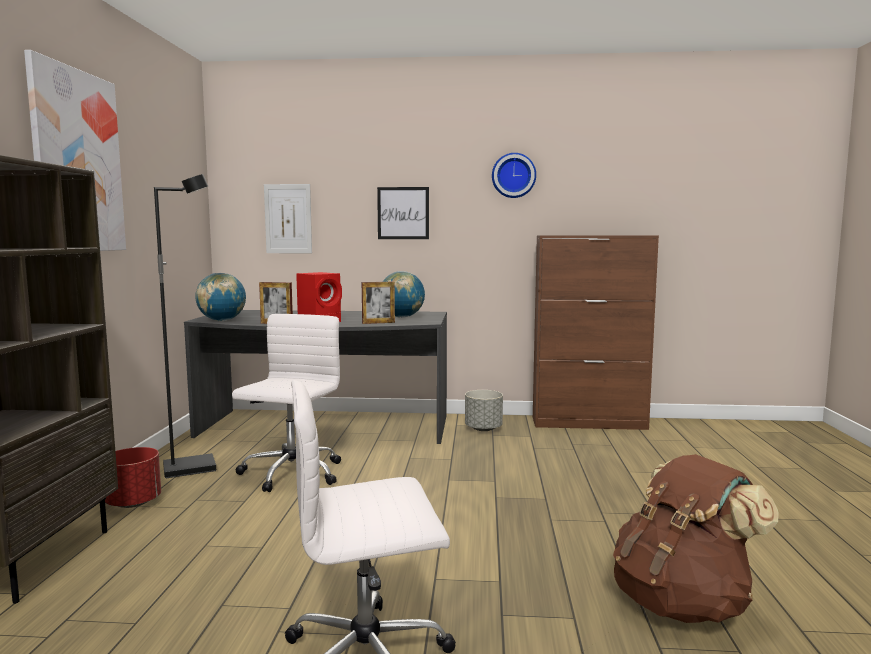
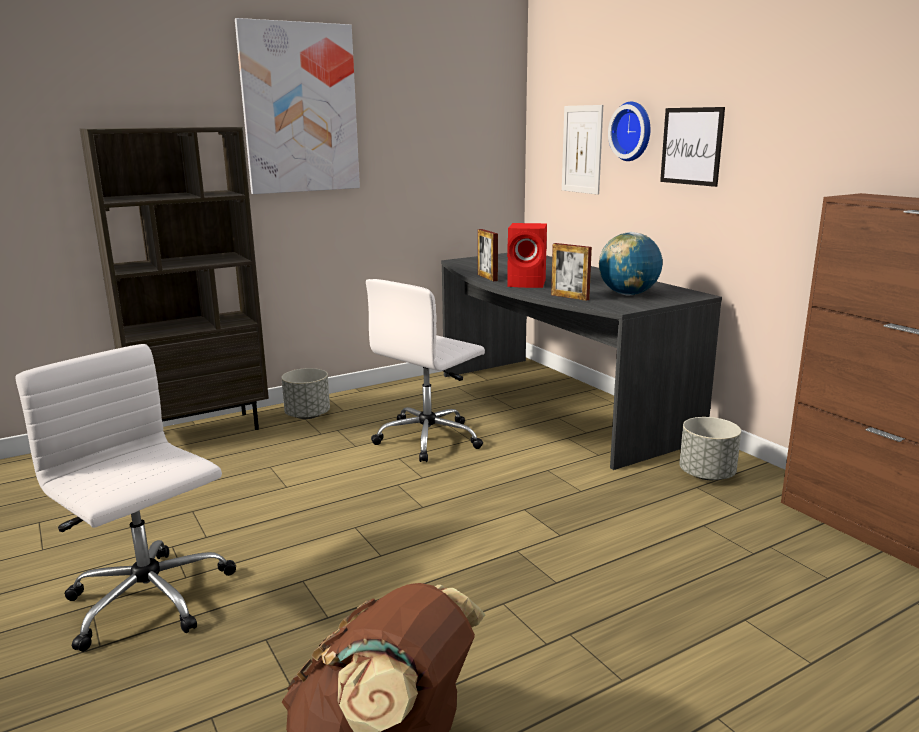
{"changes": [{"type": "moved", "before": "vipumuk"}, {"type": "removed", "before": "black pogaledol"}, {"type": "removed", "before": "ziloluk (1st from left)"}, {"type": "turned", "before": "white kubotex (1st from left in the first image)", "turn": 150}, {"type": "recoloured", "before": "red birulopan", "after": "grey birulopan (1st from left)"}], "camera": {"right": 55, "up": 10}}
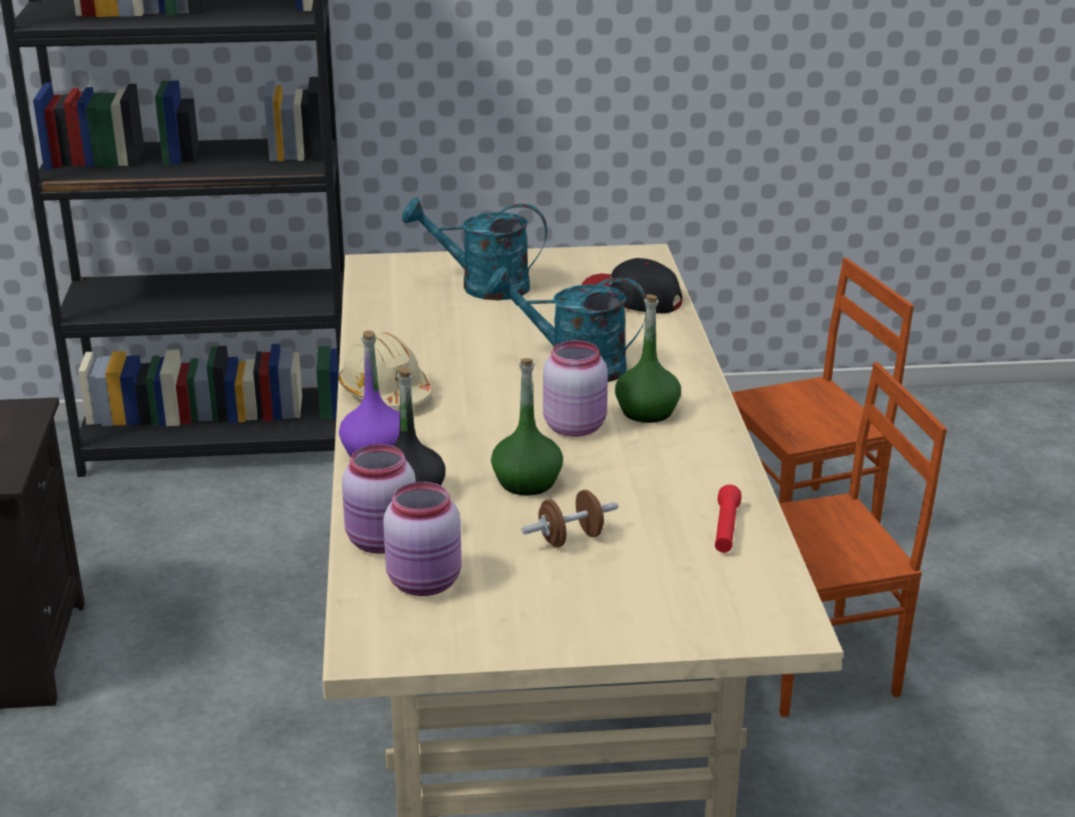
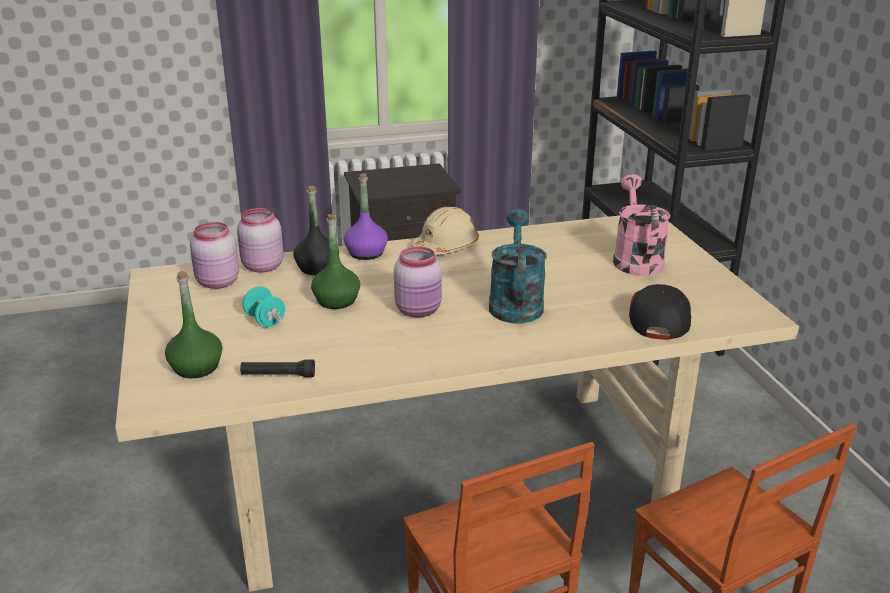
{"changes": [{"type": "recoloured", "before": "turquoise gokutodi (1st from left)", "after": "pink gokutodi"}, {"type": "moved", "before": "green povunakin (2nd from left in the first image)", "after": "green povunakin (1st from left)"}, {"type": "recoloured", "before": "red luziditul", "after": "black luziditul"}, {"type": "recoloured", "before": "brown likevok", "after": "turquoise likevok"}], "camera": {"right": 80, "up": 0}}
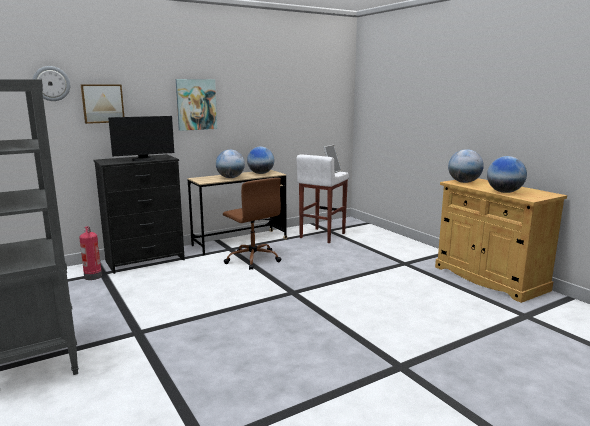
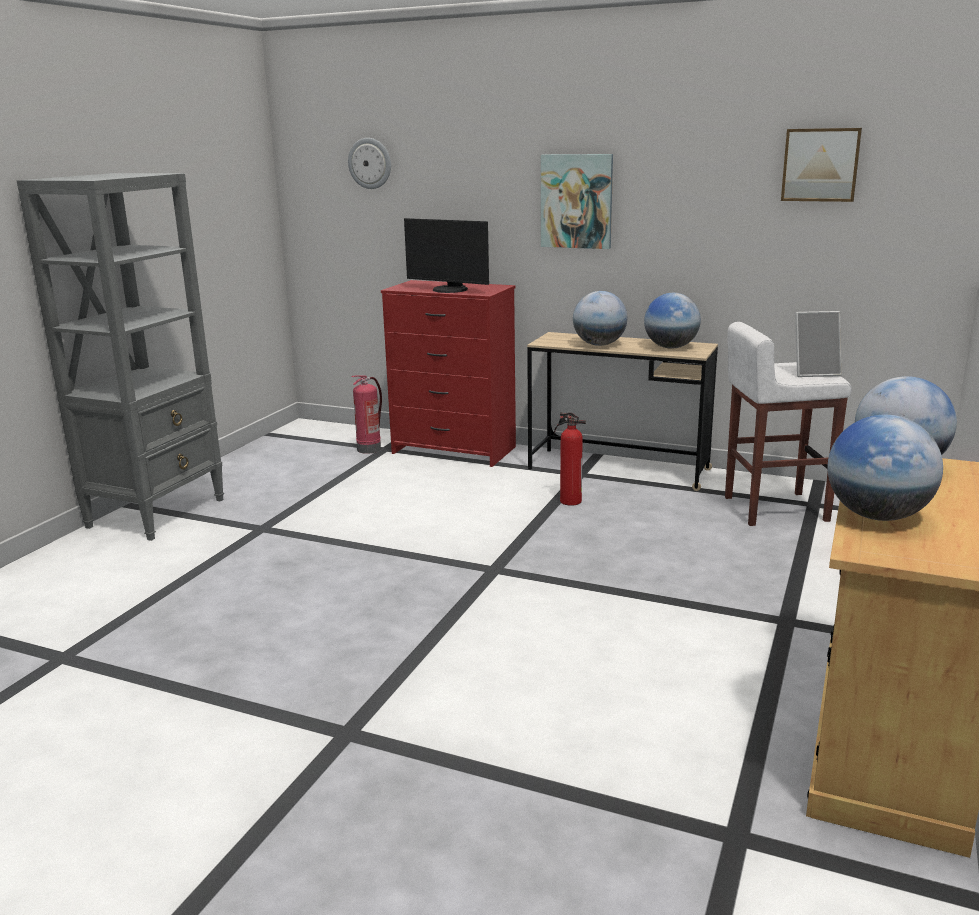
{"changes": [{"type": "moved", "before": "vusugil (1st from left in the first image)", "after": "vusugil (2nd from left)"}, {"type": "recoloured", "before": "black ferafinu", "after": "red ferafinu"}, {"type": "replaced", "before": "brown kubotex", "after": "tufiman (2nd from left)"}], "camera": {"right": 55, "up": 5}}
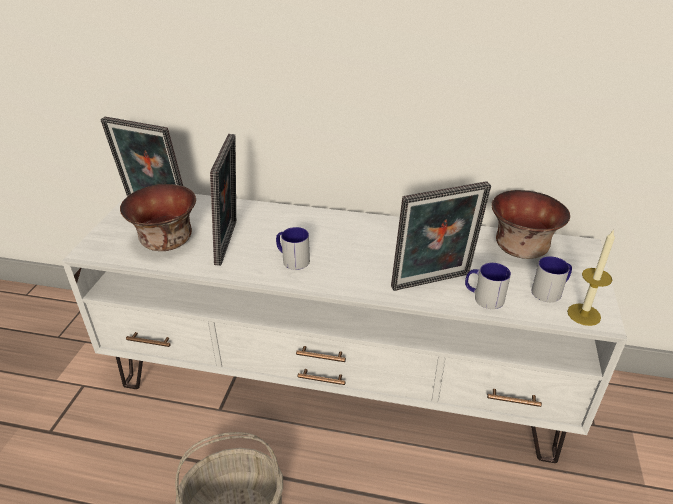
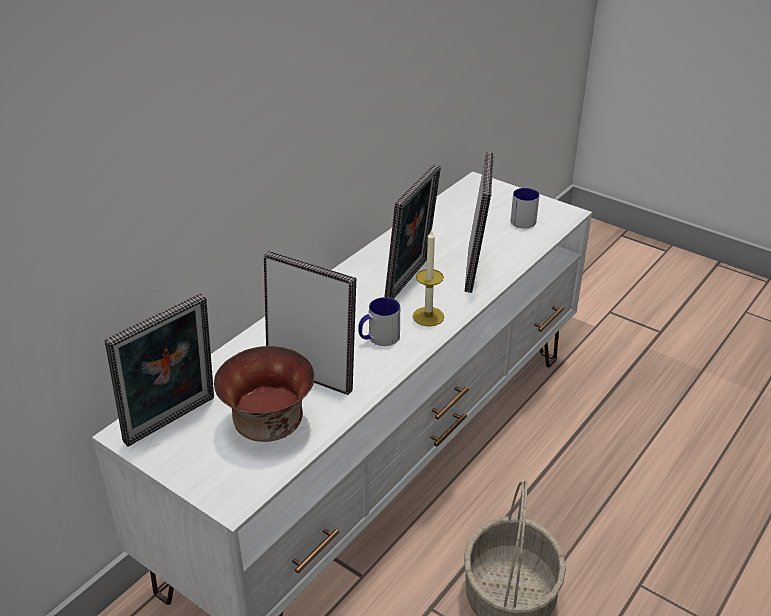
{"changes": [{"type": "removed", "before": "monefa (2nd from left)"}, {"type": "moved", "before": "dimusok"}, {"type": "removed", "before": "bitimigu (2nd from left)"}, {"type": "added", "after": "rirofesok (3rd from left)"}], "camera": {"right": -65, "up": 0}}
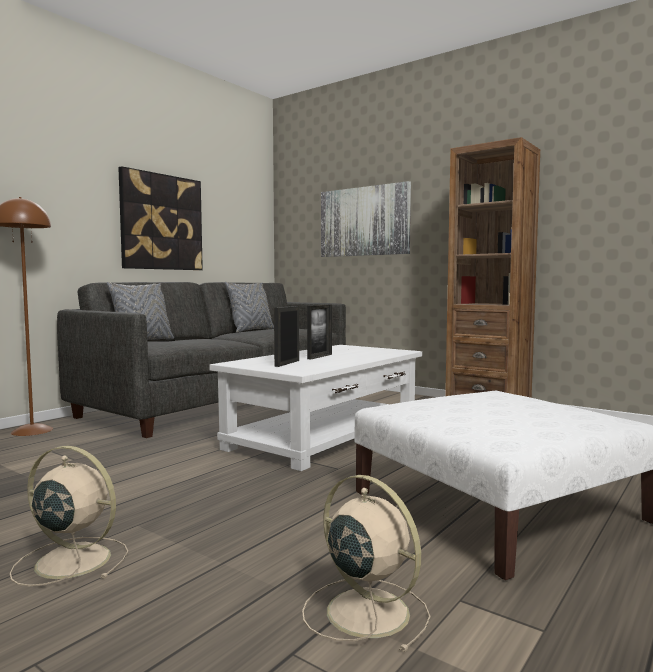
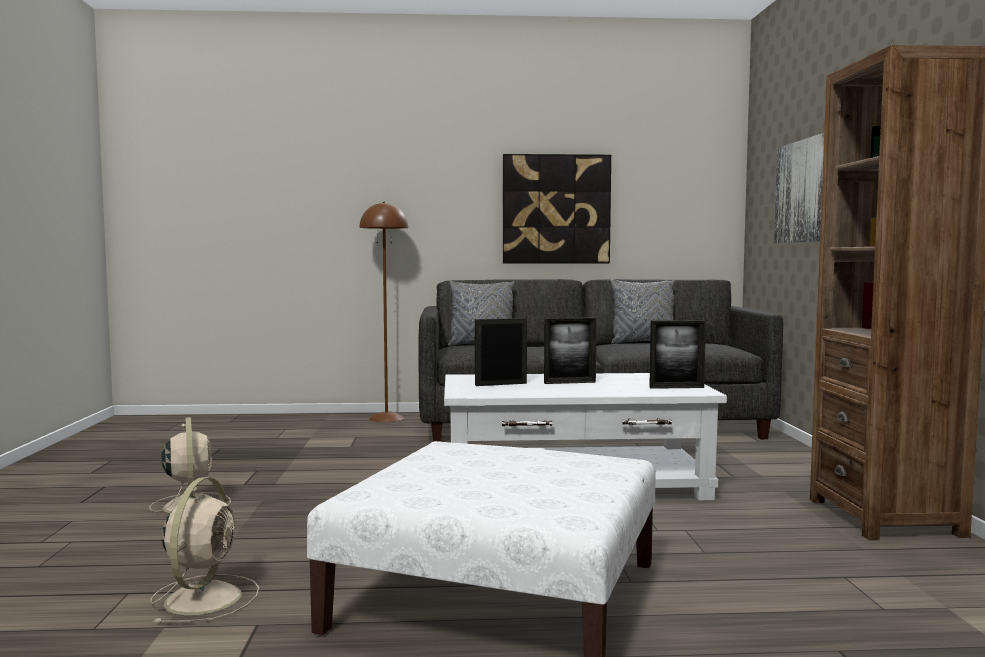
{"changes": [{"type": "added", "after": "rirofesok (3rd from left)"}], "camera": {"right": 50, "up": 0}}
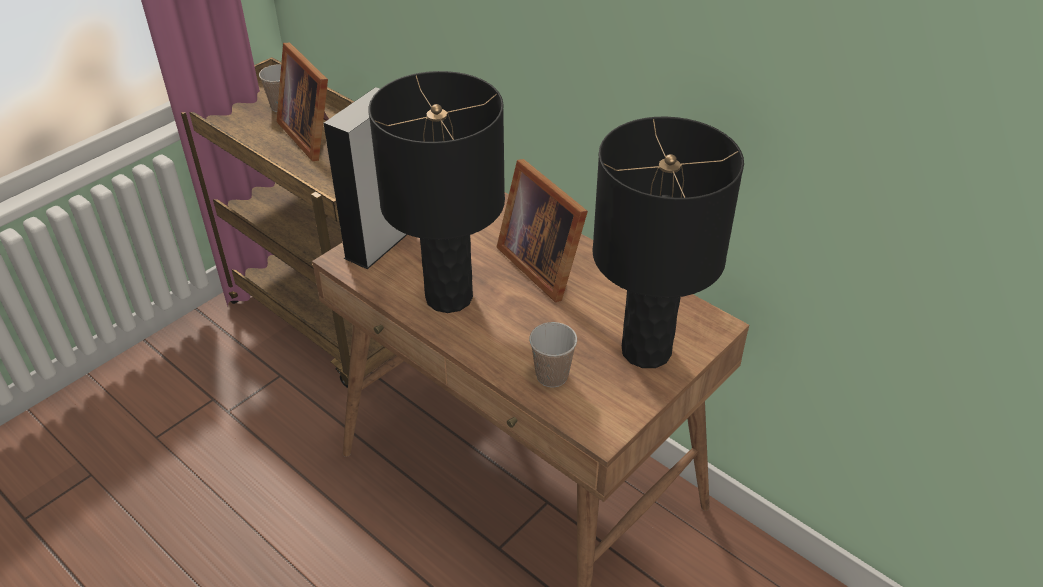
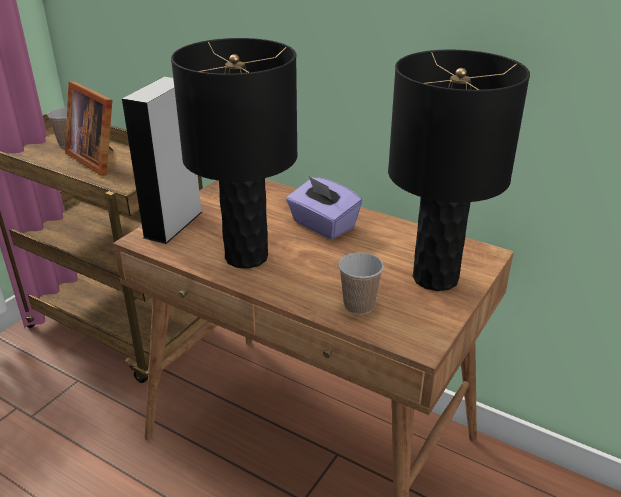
{"changes": [{"type": "replaced", "before": "rirofesok (2nd from left)", "after": "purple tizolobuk"}], "camera": {"right": -10, "up": -10}}
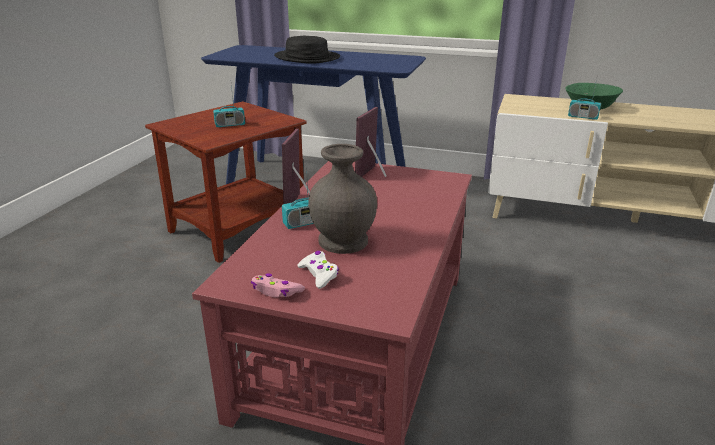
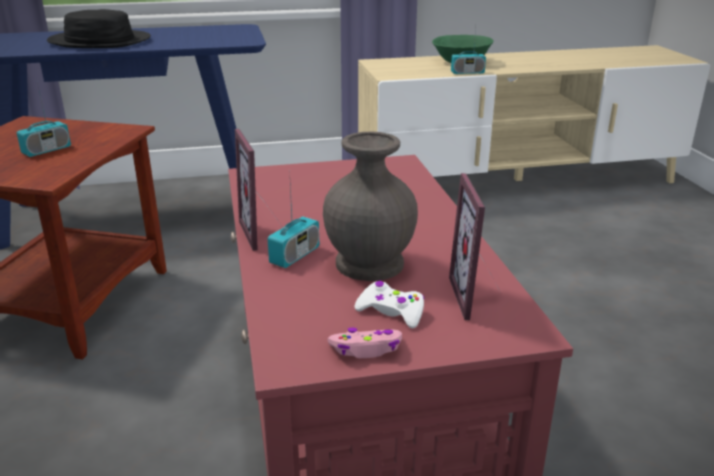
{"changes": [{"type": "moved", "before": "rirofesok (2nd from left)"}], "camera": {"right": -30, "up": 0}}
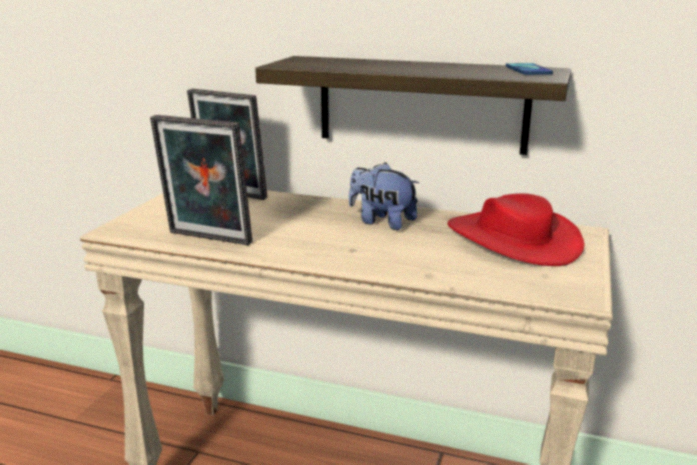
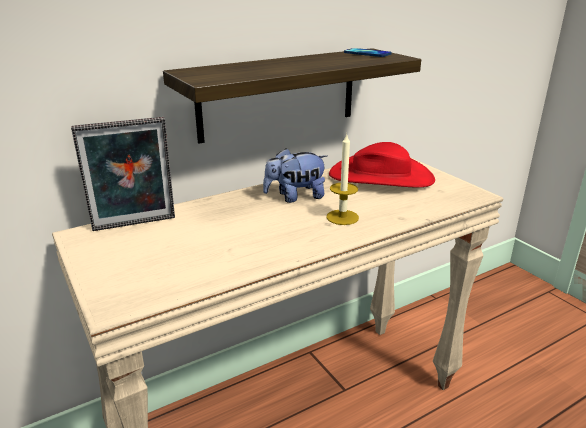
{"changes": [{"type": "removed", "before": "rirofesok (1st from left)"}, {"type": "added", "after": "dimusok"}], "camera": {"right": -50, "up": 5}}
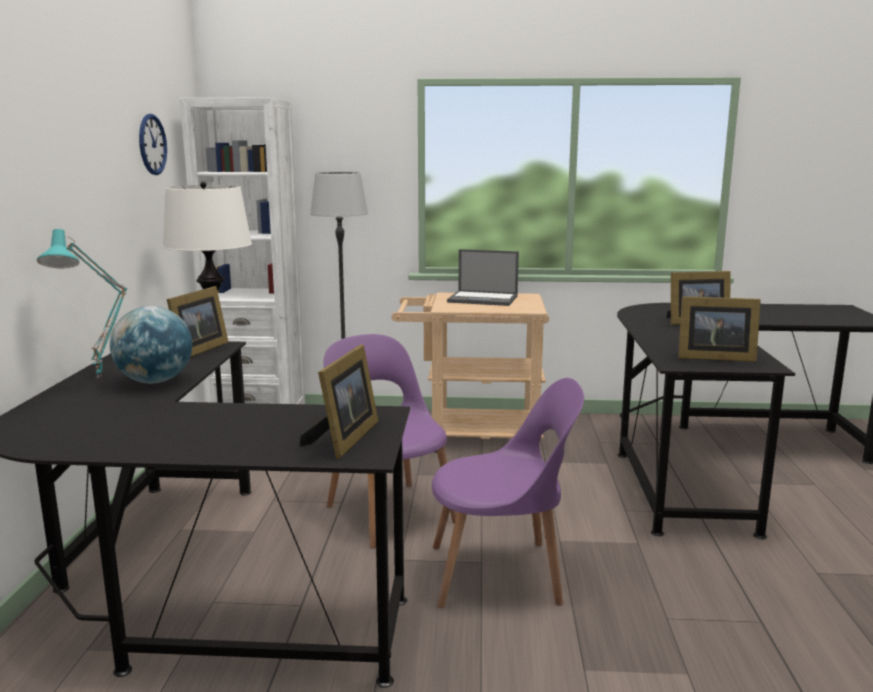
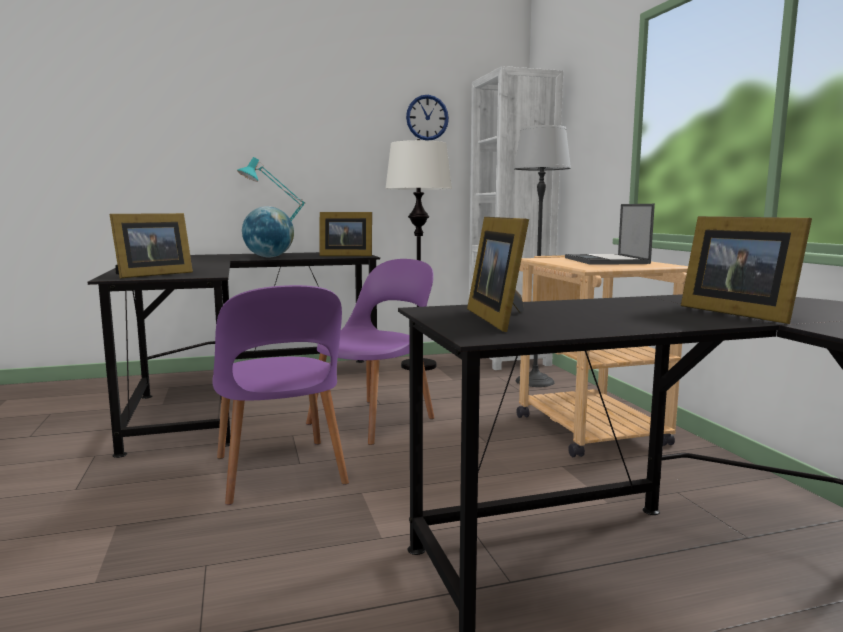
{"changes": [{"type": "turned", "before": "rirofesok (2nd from left in the first image)", "turn": -45}], "camera": {"right": 70, "up": -5}}
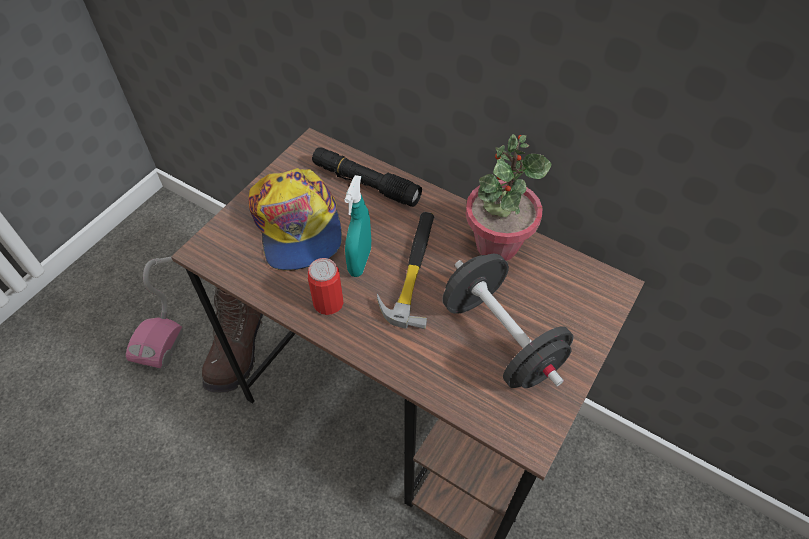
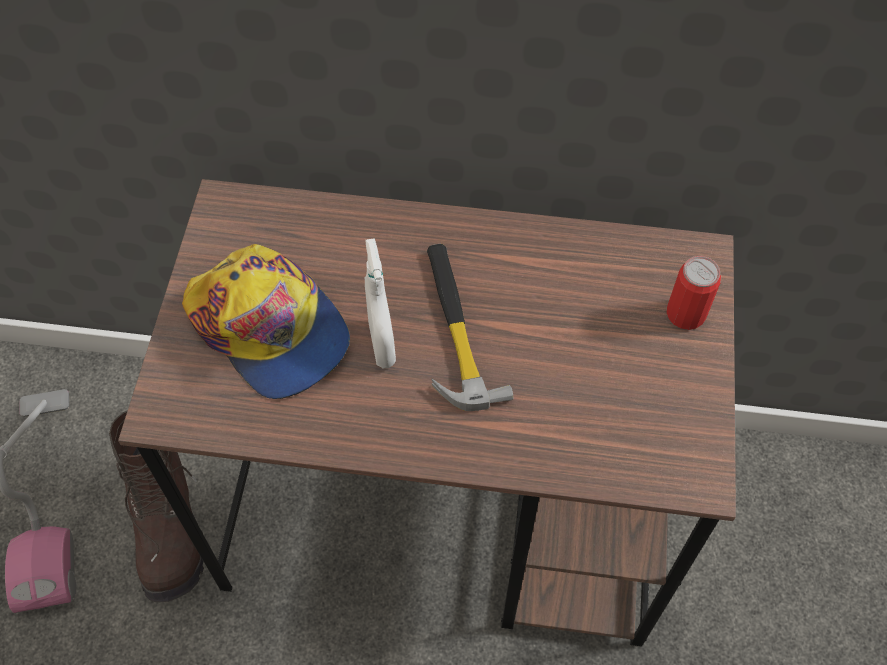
{"changes": [{"type": "removed", "before": "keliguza"}, {"type": "removed", "before": "black luziditul"}, {"type": "recoloured", "before": "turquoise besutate", "after": "white besutate"}, {"type": "removed", "before": "black likevok"}, {"type": "moved", "before": "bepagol"}], "camera": {"right": -25, "up": 5}}
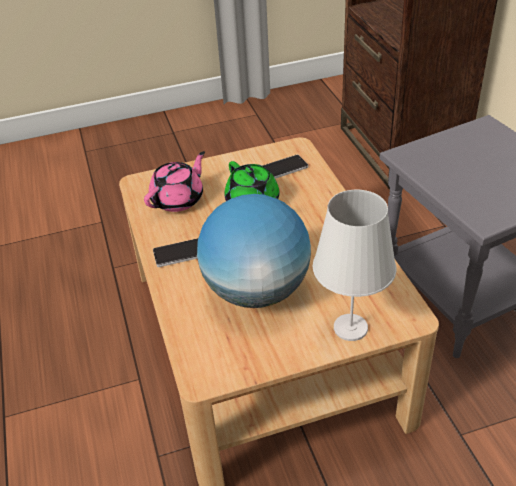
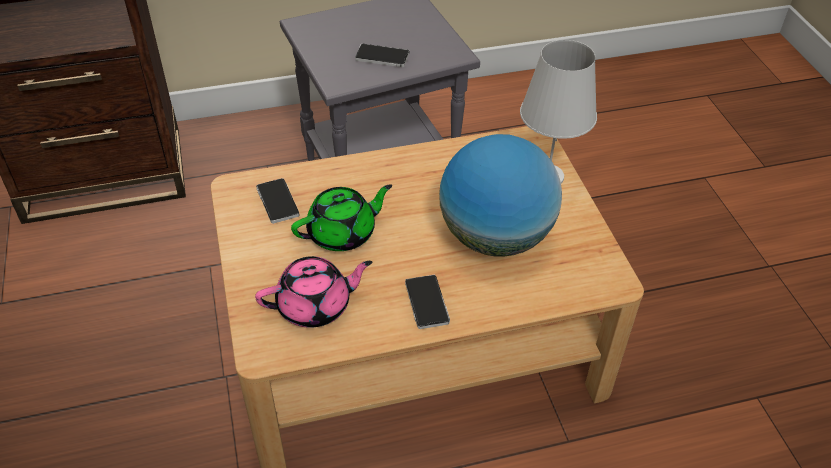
{"changes": [{"type": "turned", "before": "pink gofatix", "turn": 120}, {"type": "added", "after": "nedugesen (2nd from left)"}], "camera": {"right": -90, "up": 5}}
